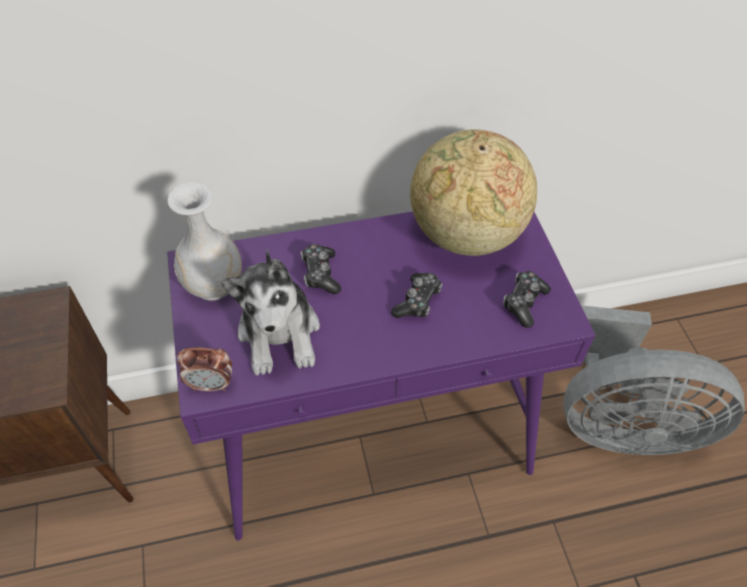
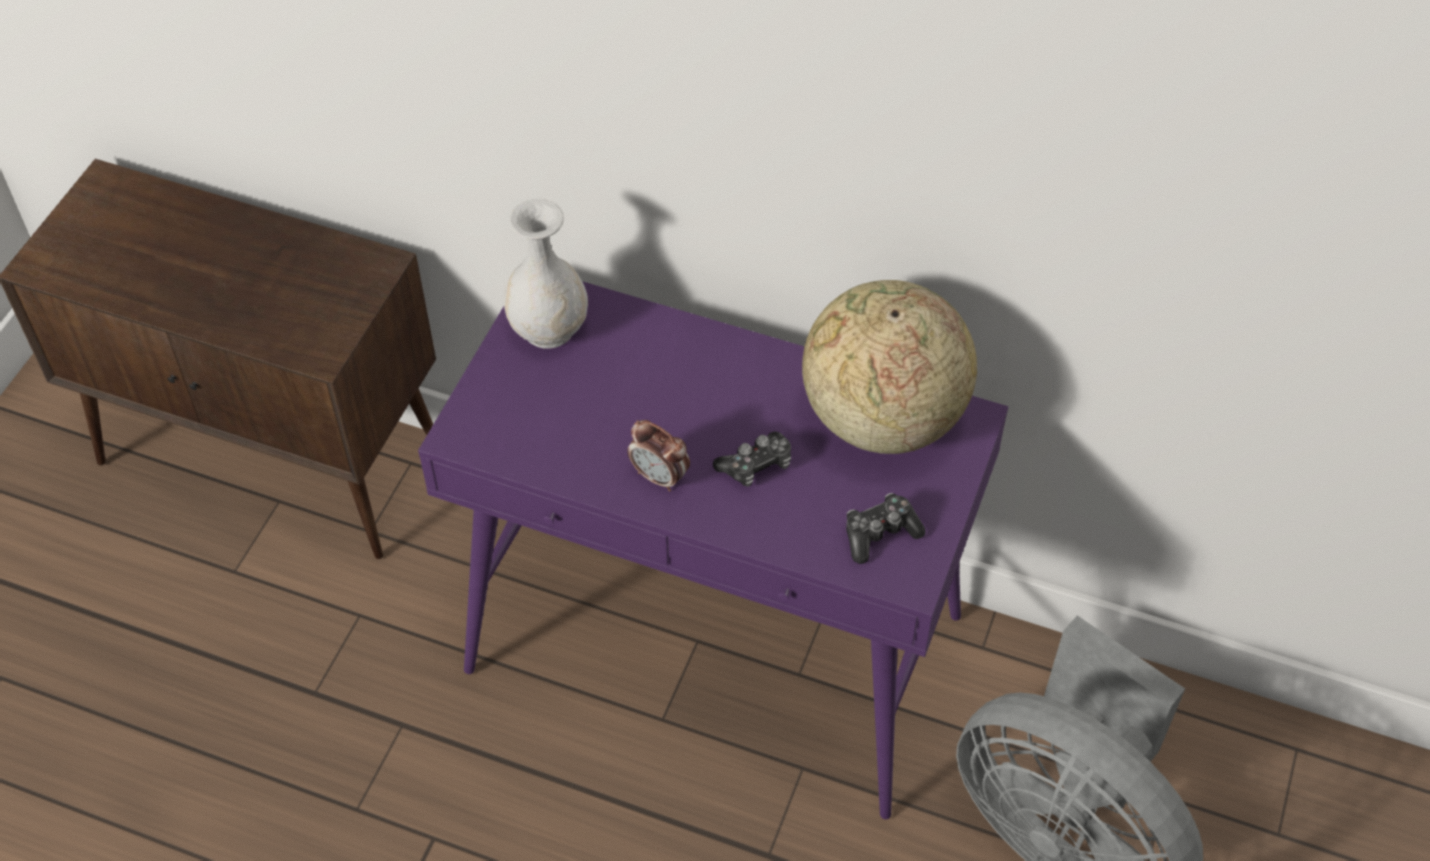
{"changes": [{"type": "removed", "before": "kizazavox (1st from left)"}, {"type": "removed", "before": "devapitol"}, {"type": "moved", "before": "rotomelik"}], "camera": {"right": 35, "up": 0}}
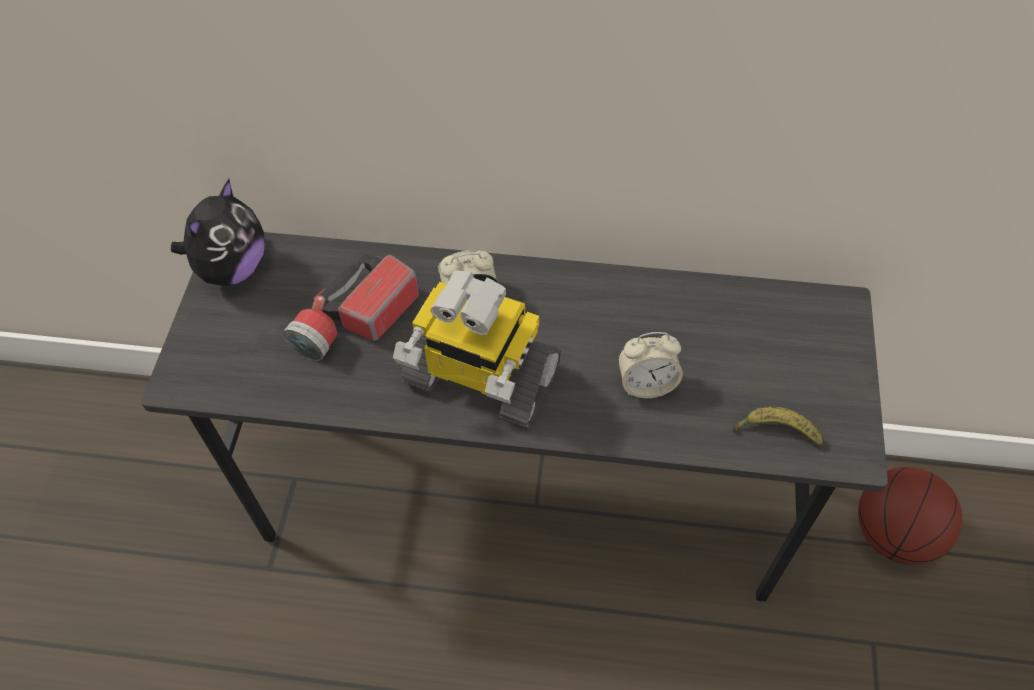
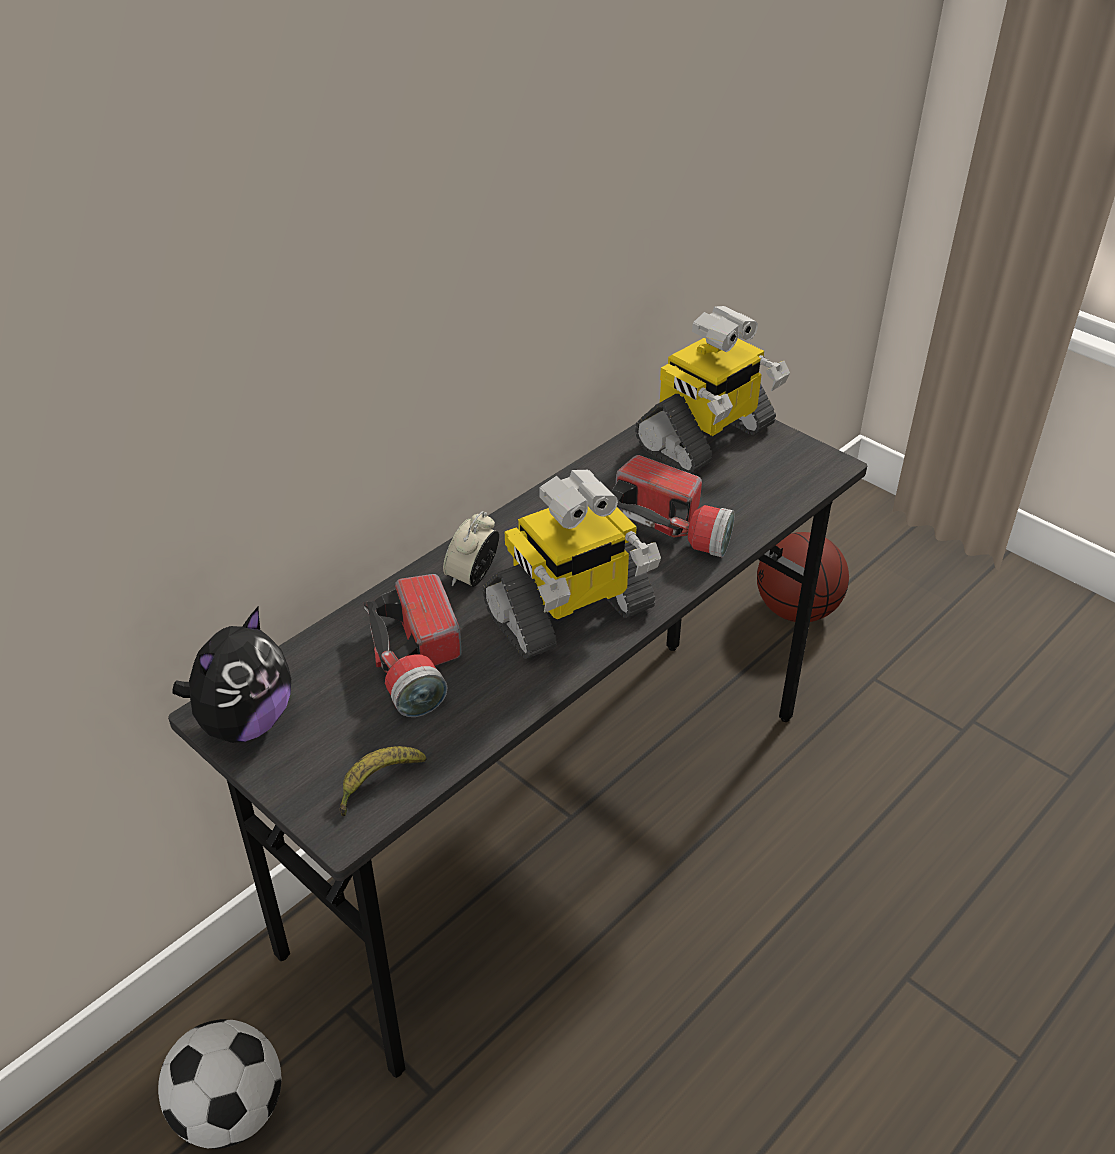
{"changes": [{"type": "turned", "before": "devapitol", "turn": 60}, {"type": "replaced", "before": "rotomelik (2nd from left)", "after": "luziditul (2nd from left)"}, {"type": "moved", "before": "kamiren"}, {"type": "added", "after": "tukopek (2nd from left)"}, {"type": "added", "after": "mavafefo"}], "camera": {"right": -55, "up": -15}}
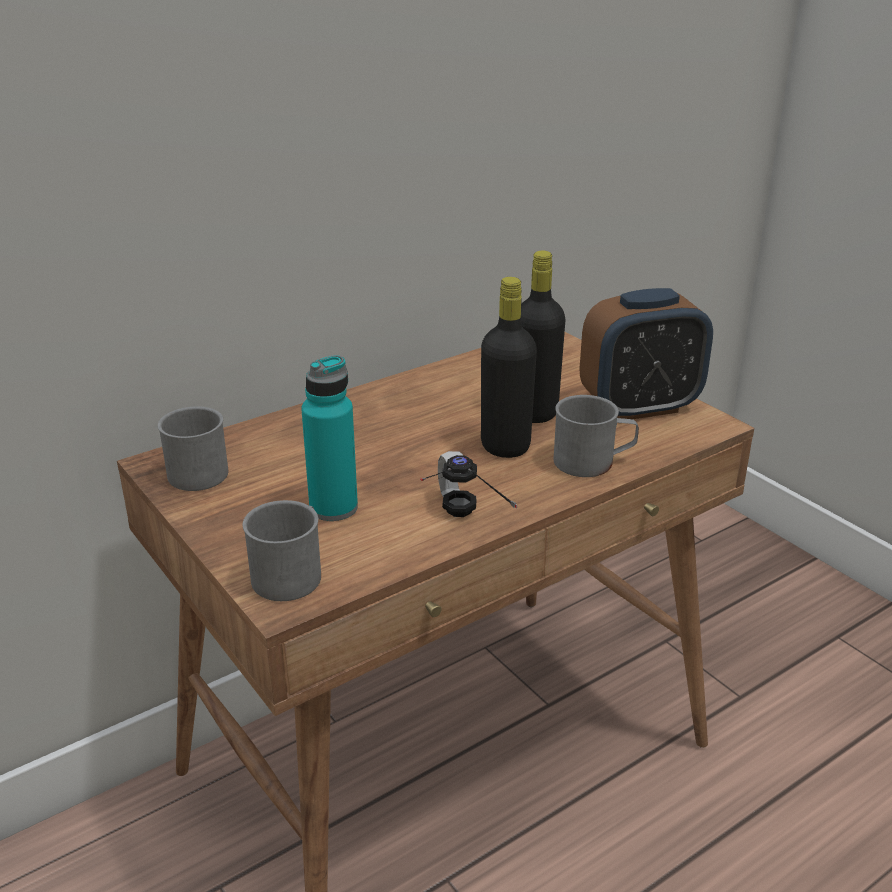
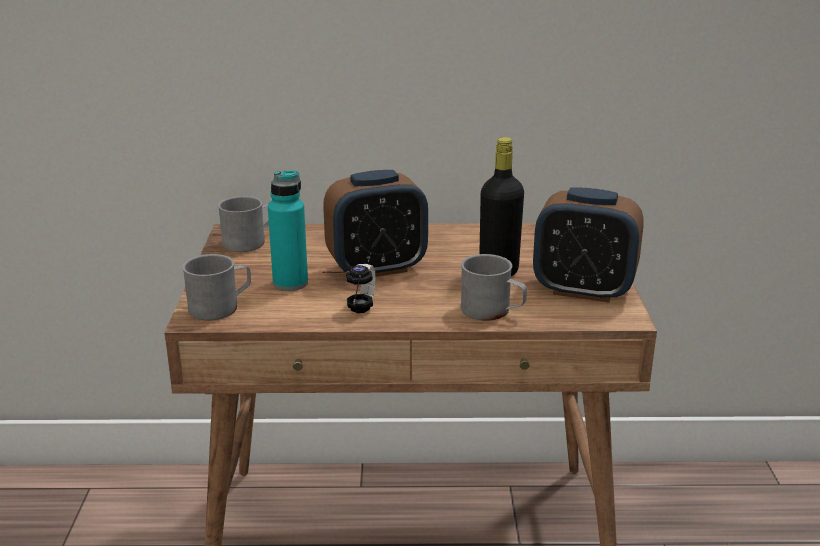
{"changes": [{"type": "removed", "before": "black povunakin (1st from left)"}, {"type": "added", "after": "rotomelik (1st from left)"}], "camera": {"right": 35, "up": -5}}
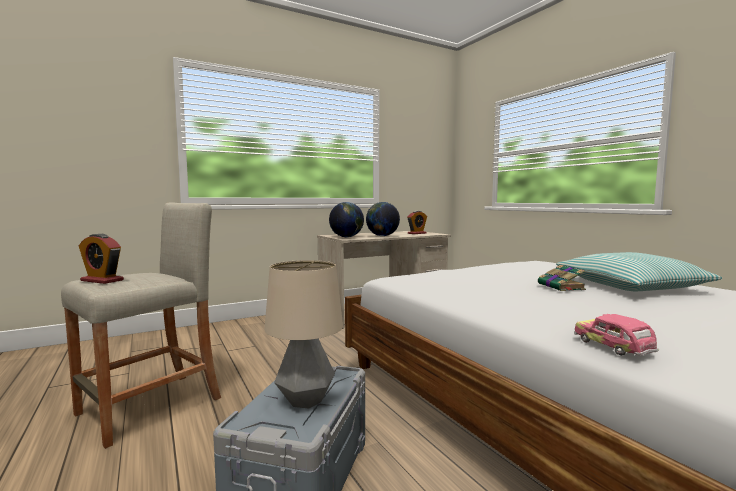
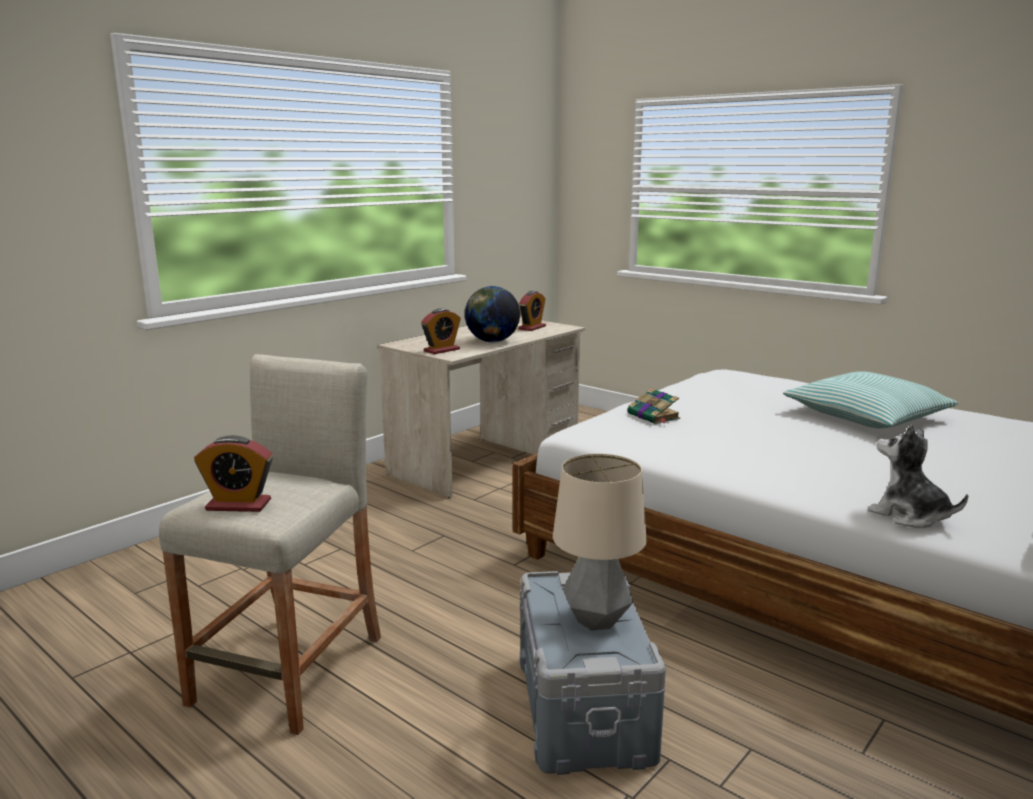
{"changes": [{"type": "replaced", "before": "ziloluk (1st from left)", "after": "rotomelik (2nd from left)"}, {"type": "moved", "before": "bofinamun"}, {"type": "replaced", "before": "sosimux", "after": "devapitol"}], "camera": {"right": -20, "up": 10}}
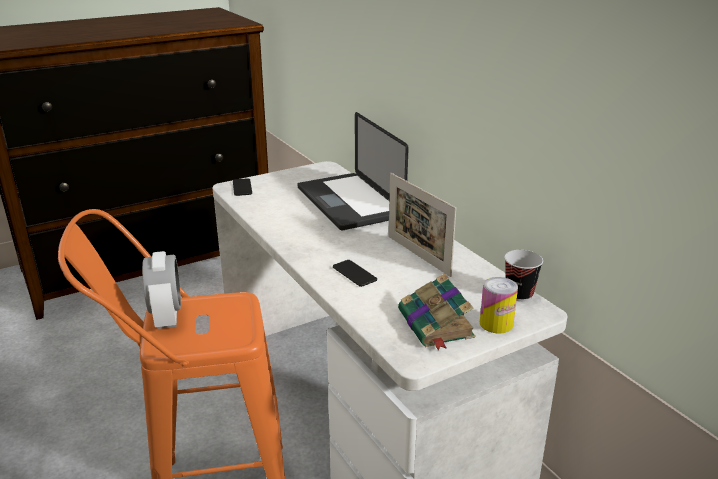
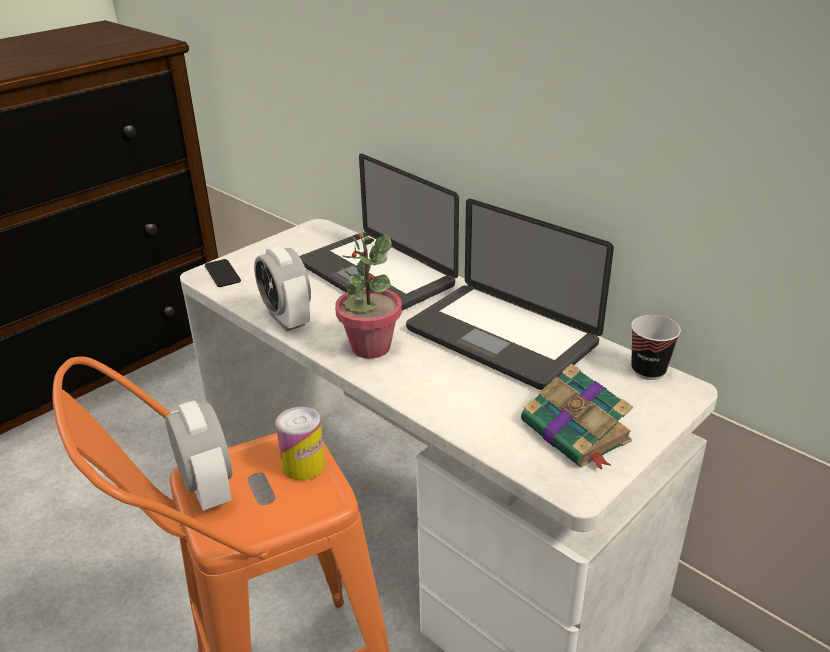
{"changes": [{"type": "replaced", "before": "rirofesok", "after": "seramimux (2nd from left)"}, {"type": "removed", "before": "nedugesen (2nd from left)"}, {"type": "moved", "before": "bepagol"}, {"type": "added", "after": "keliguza"}, {"type": "added", "after": "rotomelik (2nd from left)"}], "camera": {"right": -15, "up": 5}}
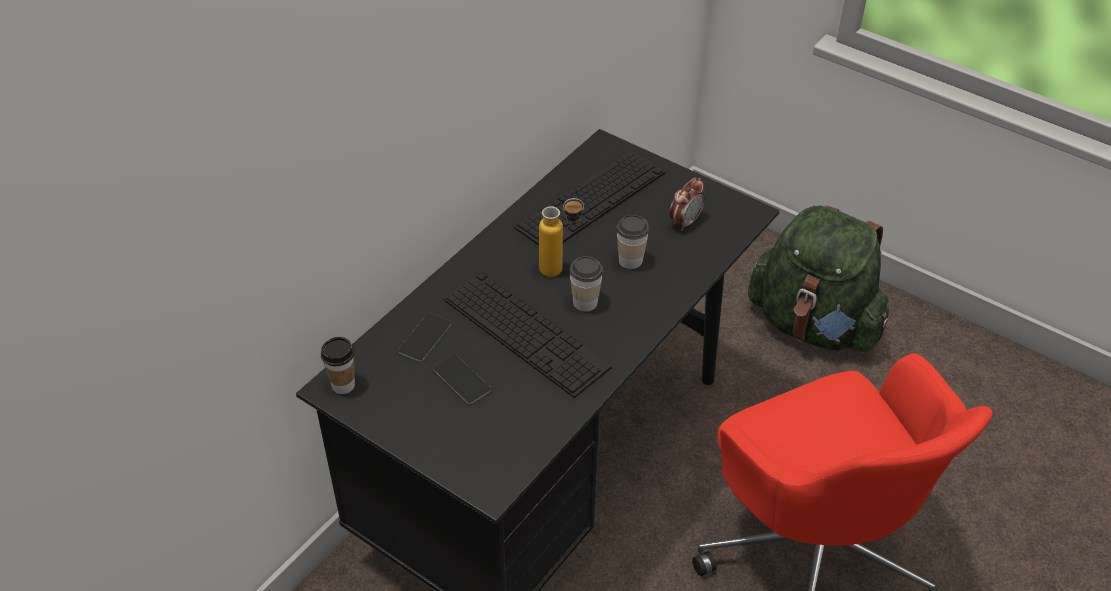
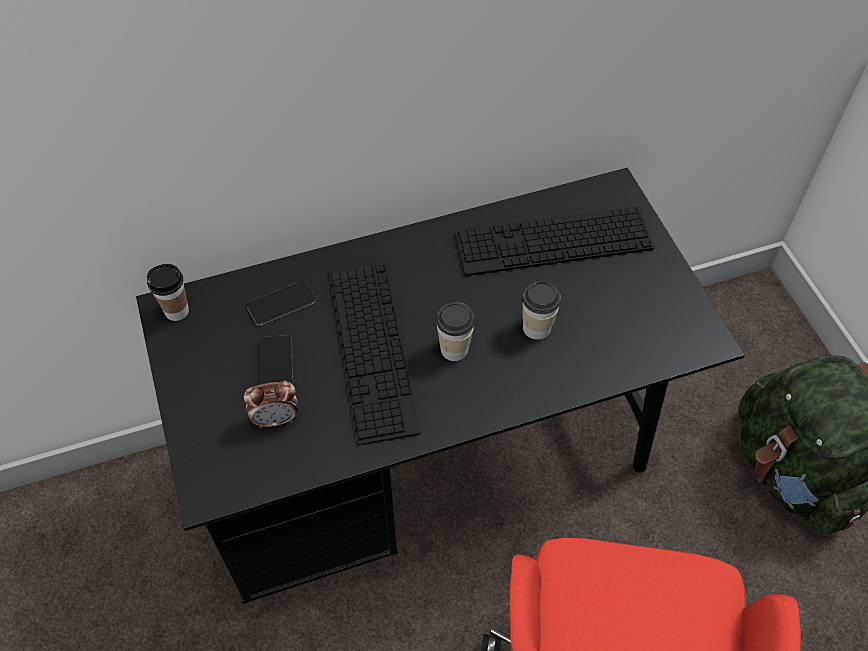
{"changes": [{"type": "moved", "before": "rotomelik"}, {"type": "removed", "before": "povunakin"}], "camera": {"right": 35, "up": 10}}
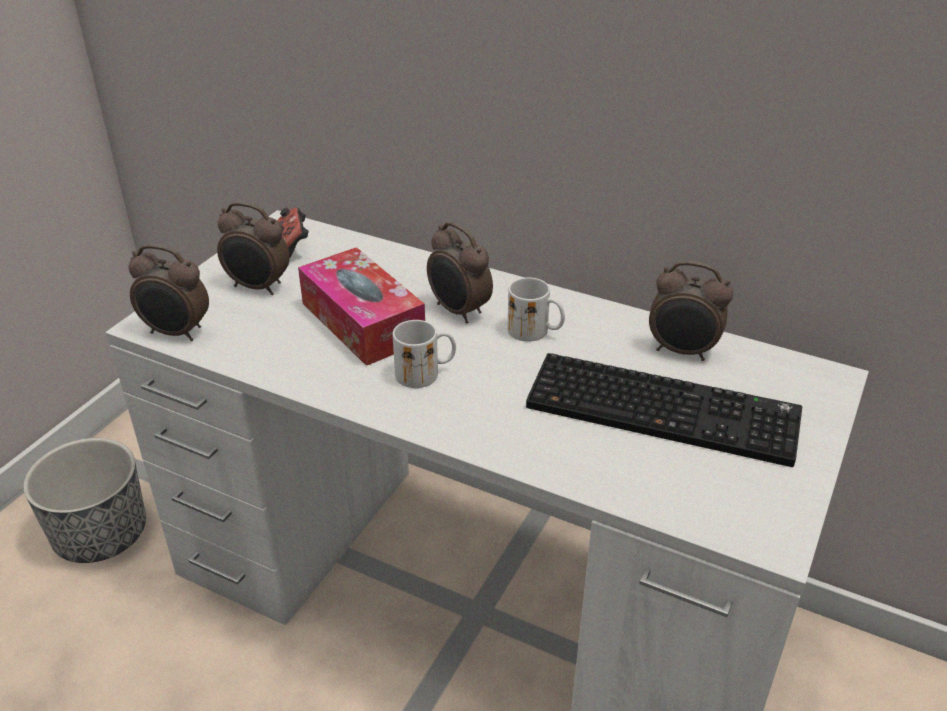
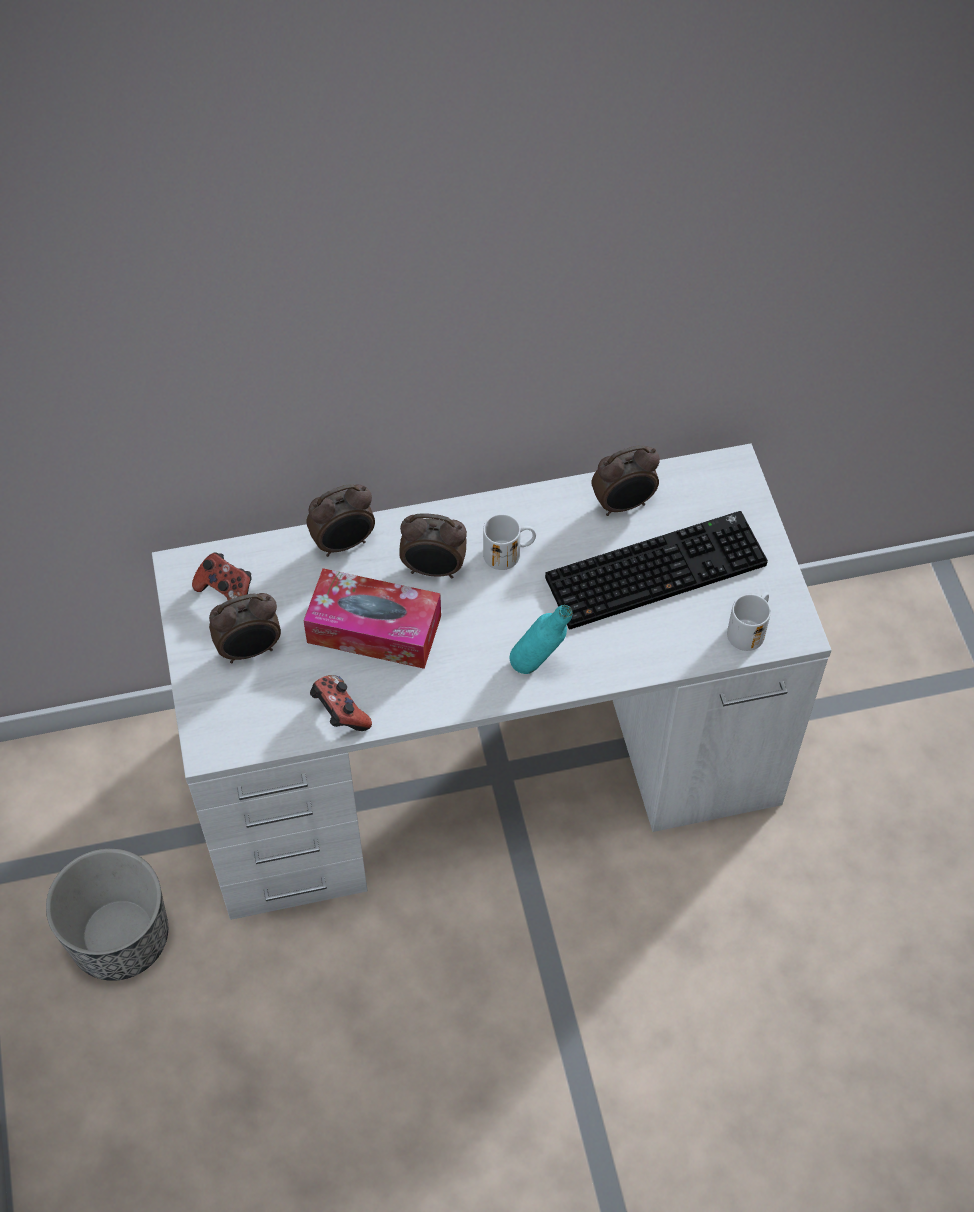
{"changes": [{"type": "moved", "before": "rotomelik (1st from left in the first image)", "after": "rotomelik (2nd from left)"}, {"type": "moved", "before": "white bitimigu (1st from left in the first image)", "after": "white bitimigu (2nd from left)"}, {"type": "added", "after": "turquoise povunakin"}, {"type": "added", "after": "kizazavox (2nd from left)"}], "camera": {"right": -40, "up": 20}}
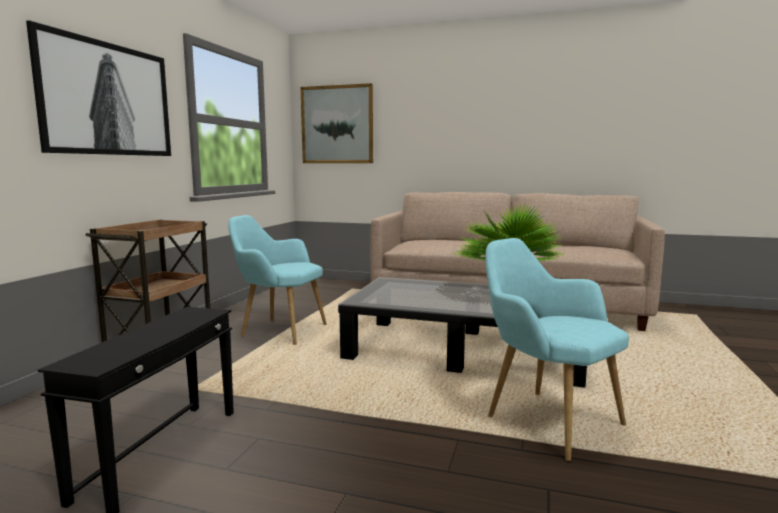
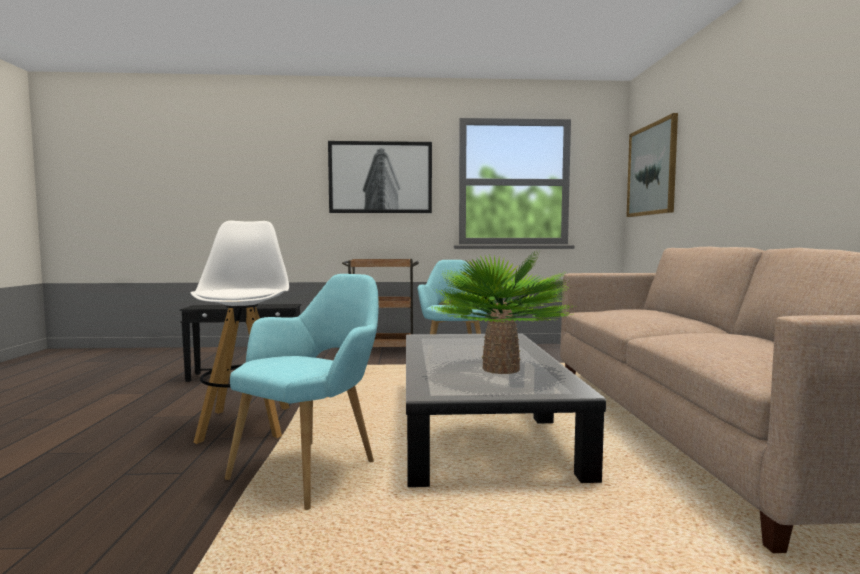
{"changes": [{"type": "added", "after": "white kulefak"}], "camera": {"right": 70, "up": -5}}
